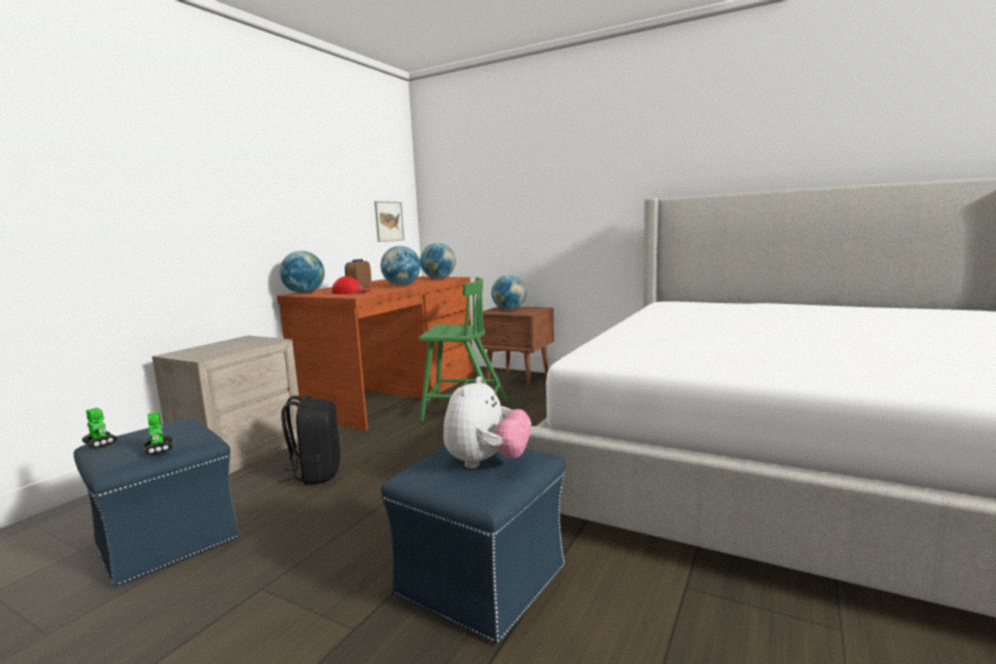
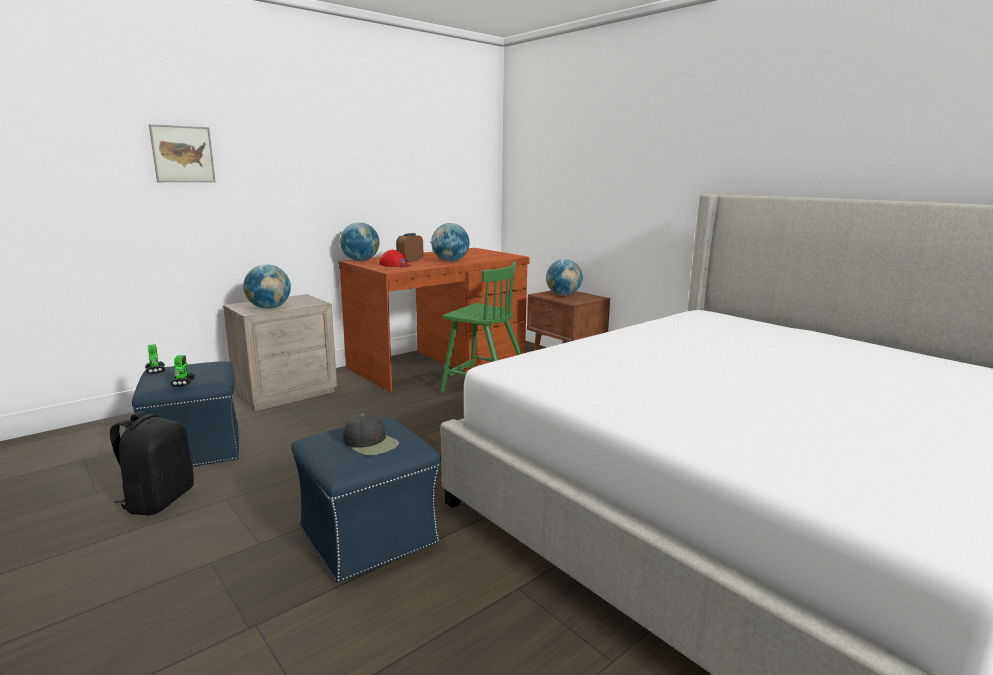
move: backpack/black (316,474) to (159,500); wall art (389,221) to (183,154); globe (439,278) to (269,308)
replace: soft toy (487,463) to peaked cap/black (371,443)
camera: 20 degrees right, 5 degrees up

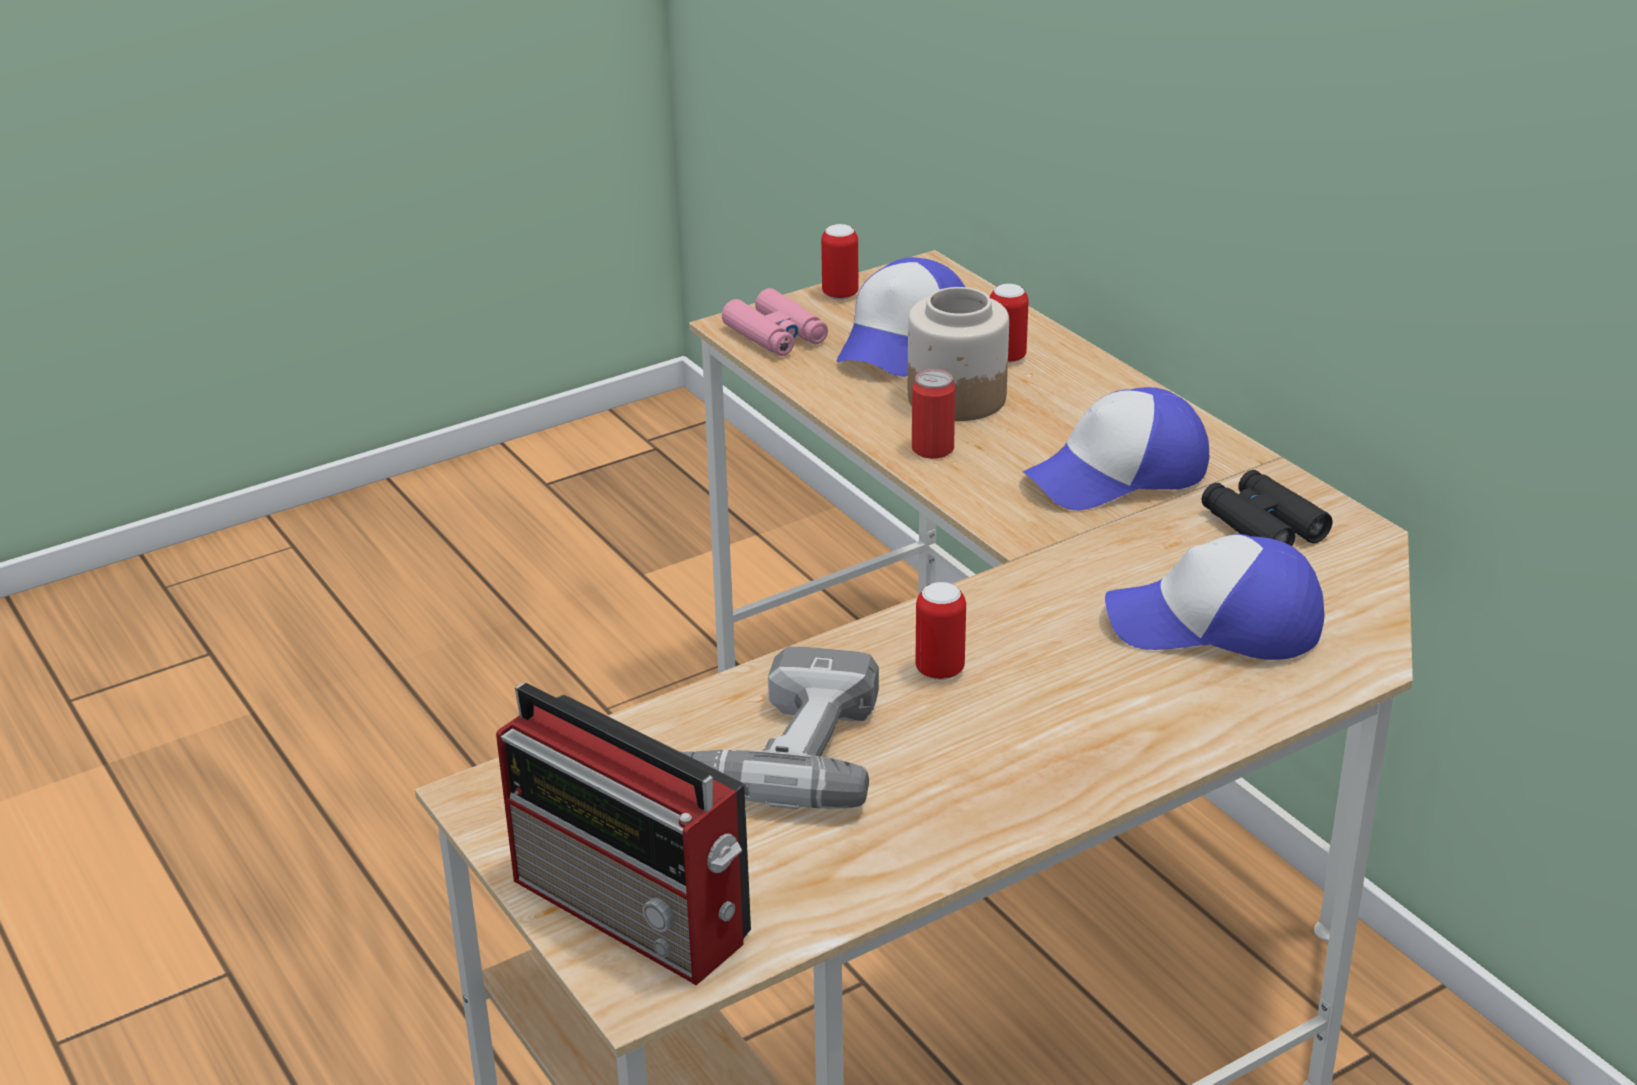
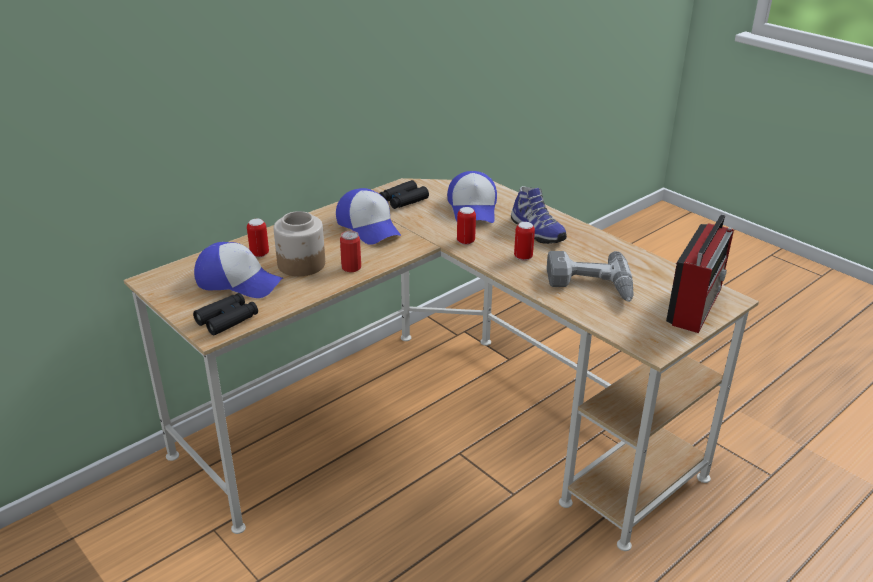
insert: item of footwear (535,231)
move: metal can (840,294) to (465,241)
recolor: pair of binoculars/pink-coloured (776,335) to pair of binoculars/black (227,319)
camera: 100 degrees left, 0 degrees up

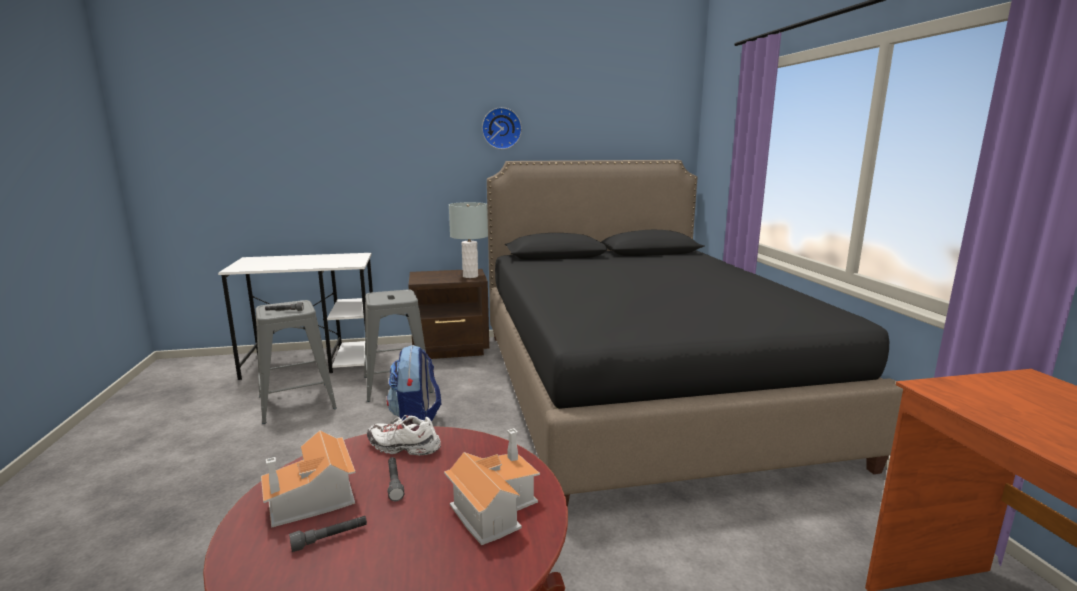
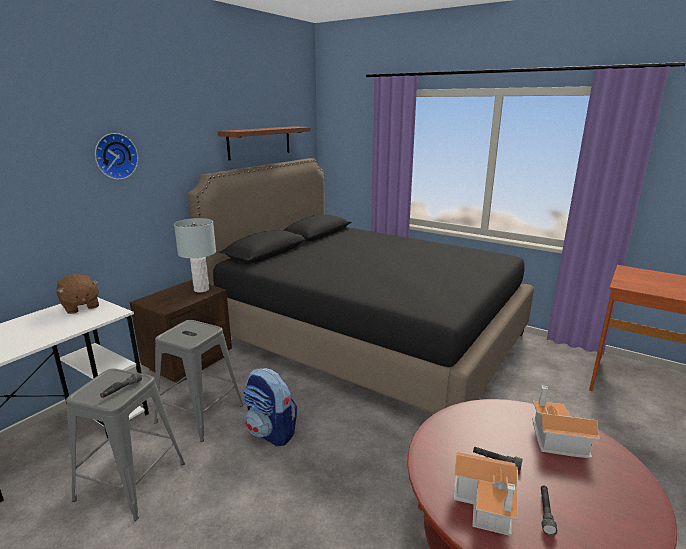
delete: item of footwear/white (403,447)
insert: soft toy/brown-coloured (80,306); shelf/brown-coloured (259,142)
move: wall clock (501,128) to (115,156)
camera: 45 degrees left, 5 degrees up

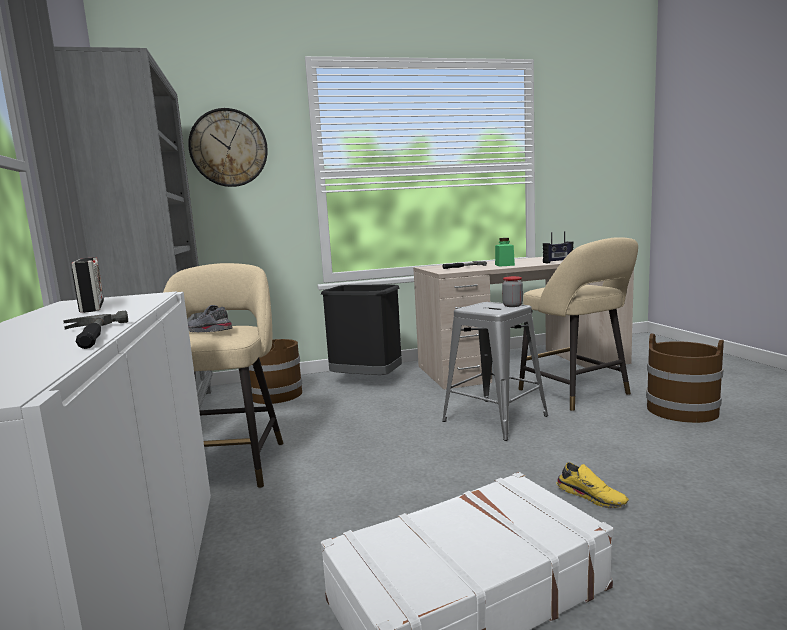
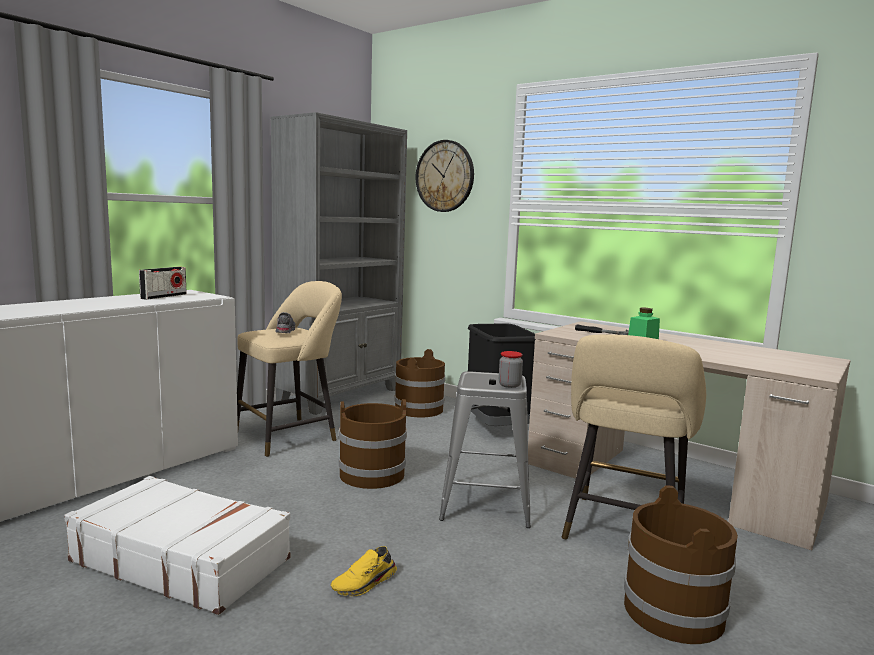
delete: tool hammer (91,336); radio set (558,262)
insert: water bucket/brown-coloured (372,474)
rotate: item of footwear/yellow-coloured (592,496) = (365,584) 45 degrees clockwise
camera: 50 degrees right, 0 degrees up

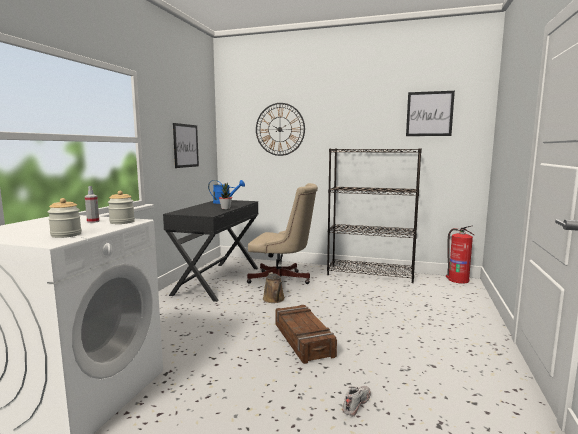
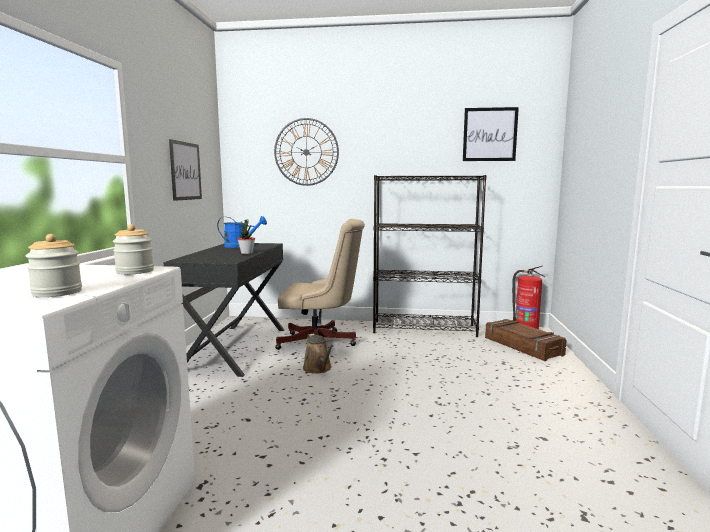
delete: spray bottle (93,221); item of footwear/white (356,403)
move: packing crate (304,339) to (523,346)
camera: 10 degrees left, 0 degrees up

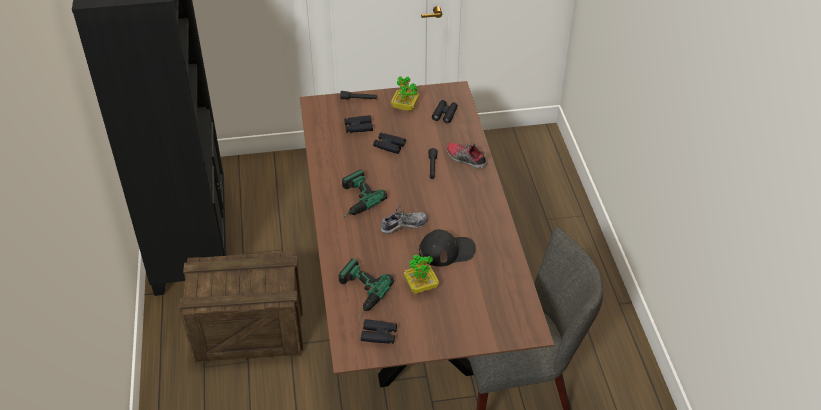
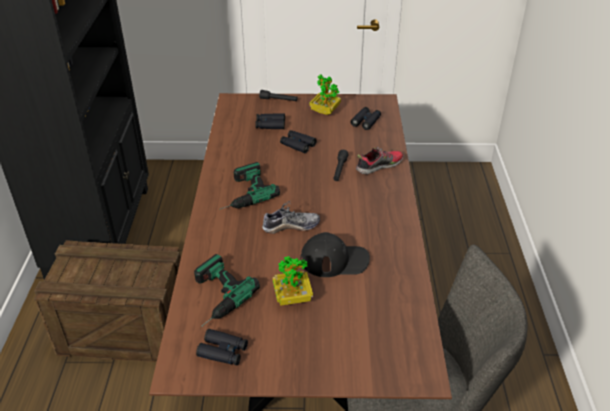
rotate: item of footwear (465,159) = (379,166) 105 degrees clockwise
camera: 10 degrees right, 5 degrees down

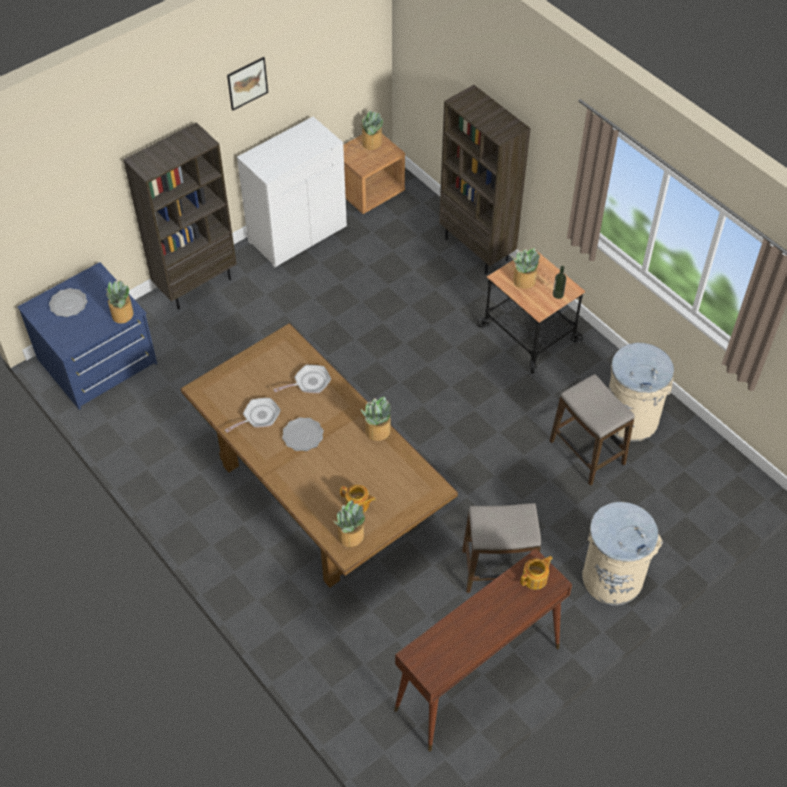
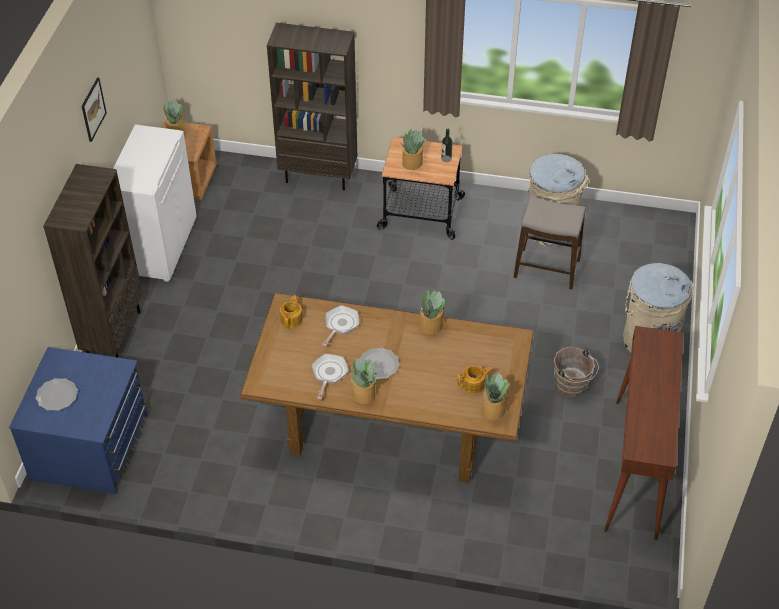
move: houseplant (122,315) to (363,394); teapot (535,578) to (292,320)
replace: stool seat (498,570) to water bucket/brown-coloured (572,386)
camera: 40 degrees left, 5 degrees down

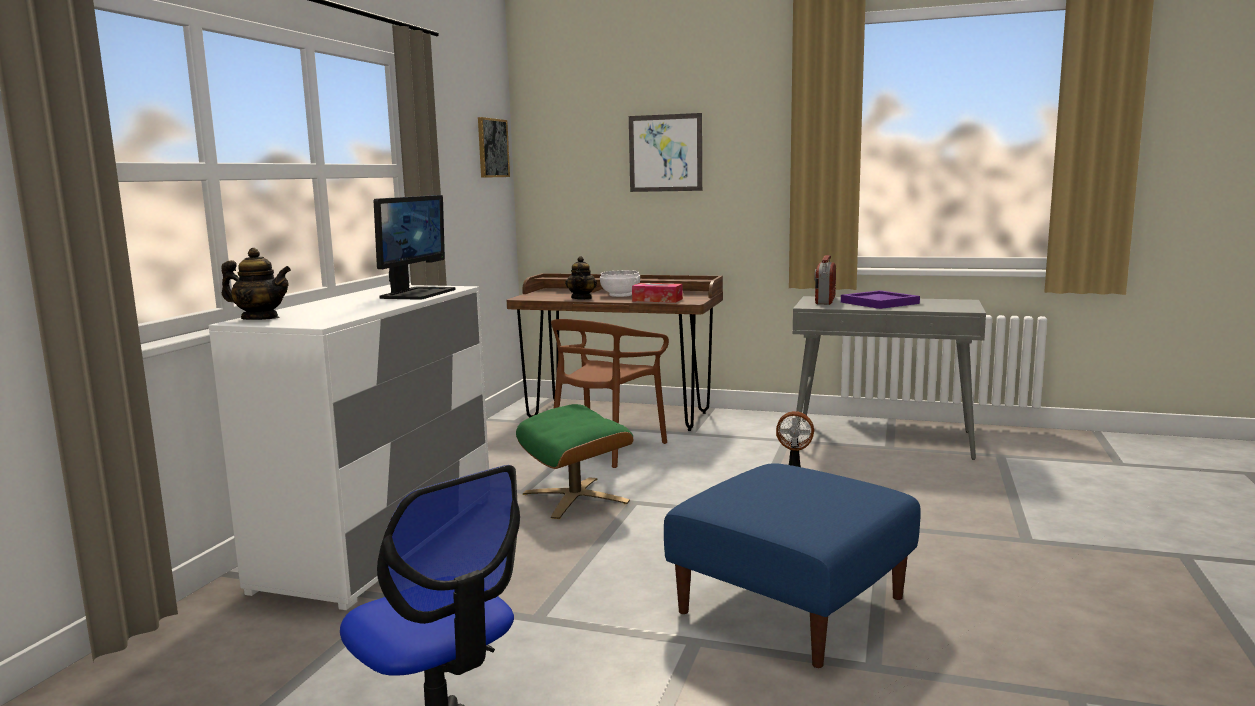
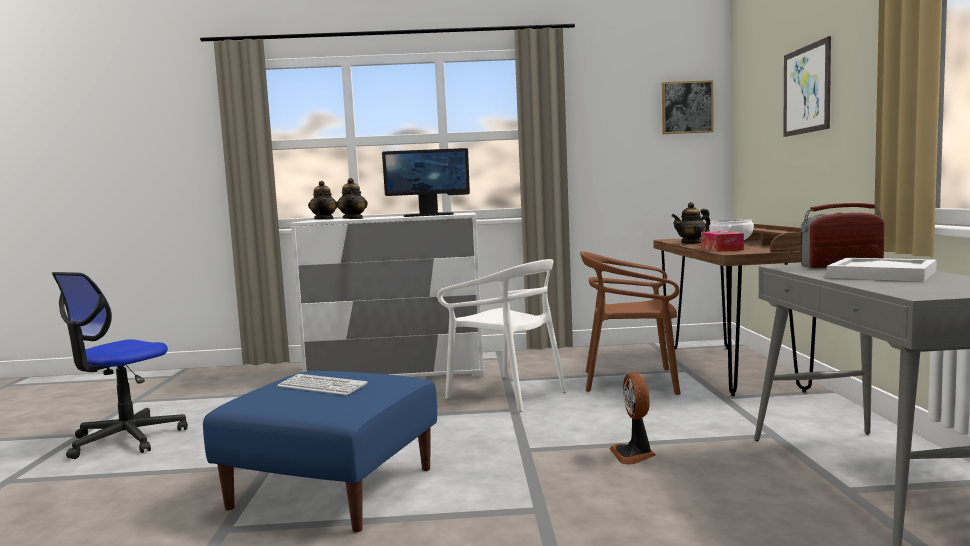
insert: computer keyboard (322,386); teapot (353,219)
replace: ottoman/green-coloured (576,497) to plain chair/white (507,394)
recolor: serving tray/purple-coloured (878,303) to serving tray/white (880,274)
camera: 70 degrees right, 5 degrees down

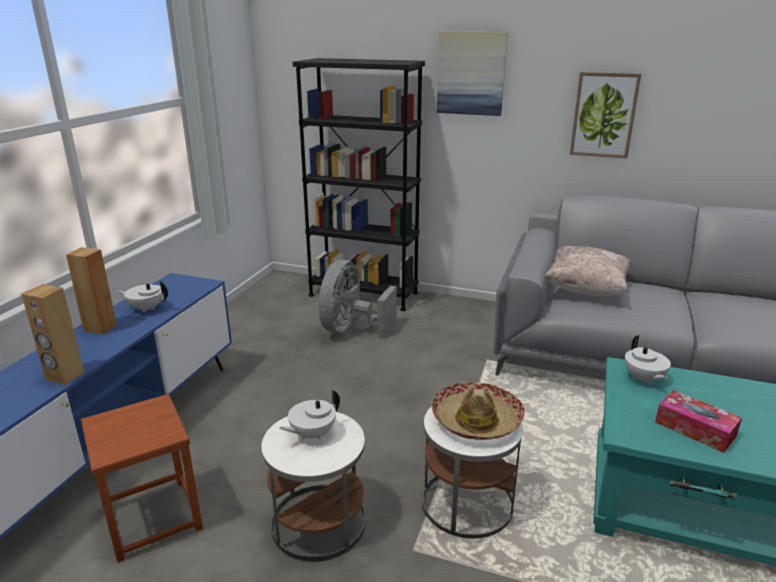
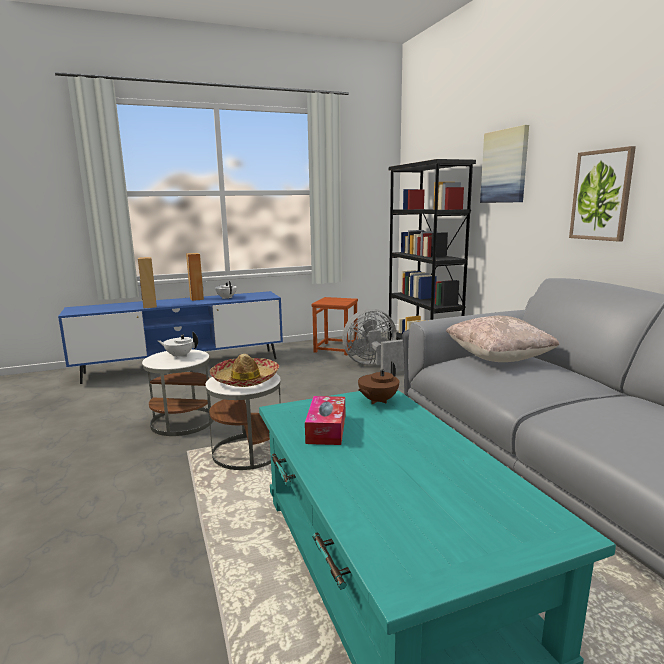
move: stool seat/brown-coloured (154,518) to (336,349)
recolor: teapot/white (643,379) to teapot/brown-coloured (377,401)
camera: 50 degrees right, 10 degrees down

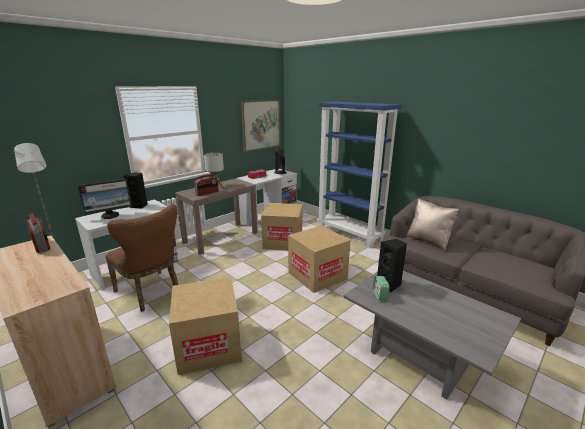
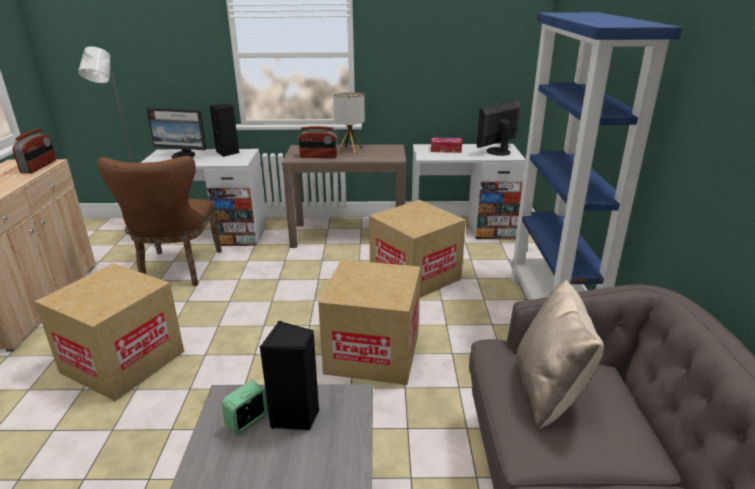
delete: wall art (261,125)
camera: 45 degrees right, 5 degrees up

